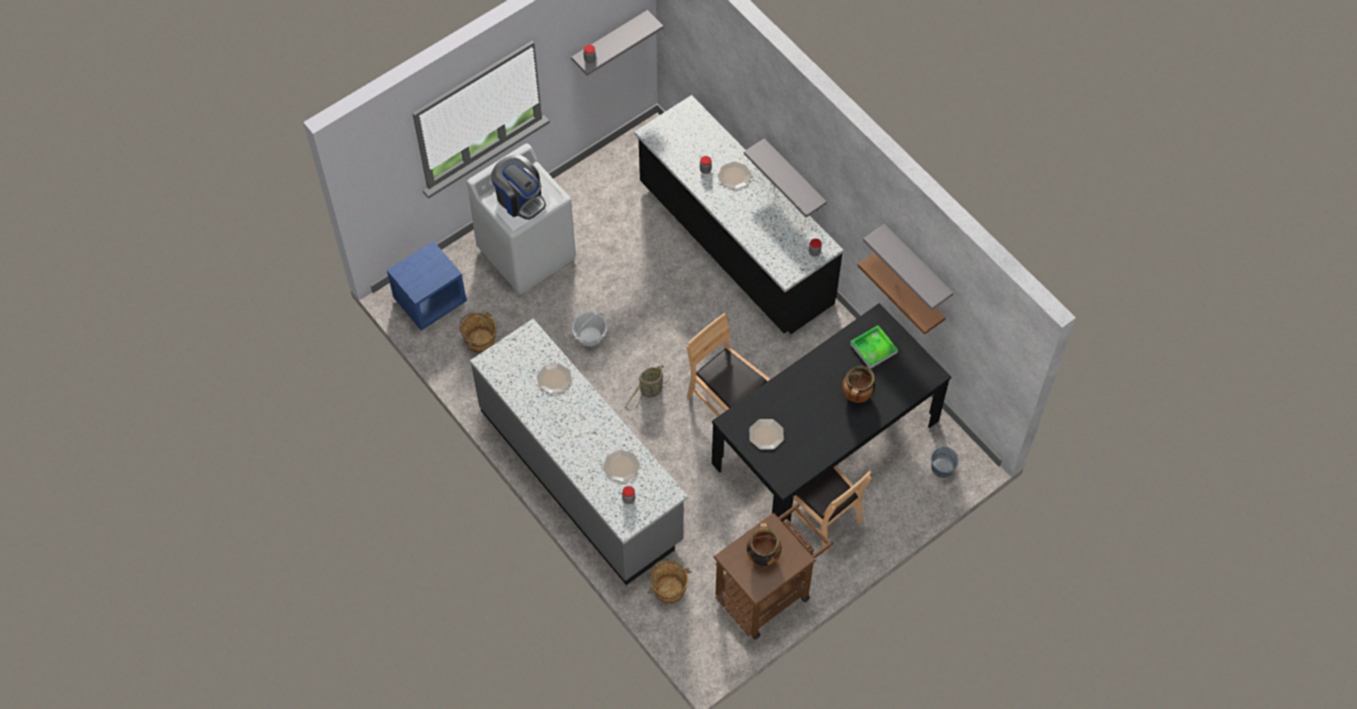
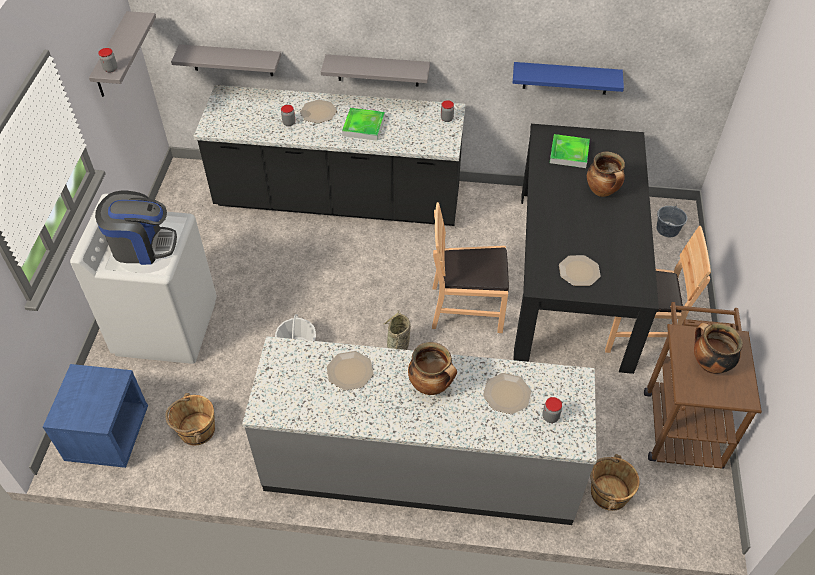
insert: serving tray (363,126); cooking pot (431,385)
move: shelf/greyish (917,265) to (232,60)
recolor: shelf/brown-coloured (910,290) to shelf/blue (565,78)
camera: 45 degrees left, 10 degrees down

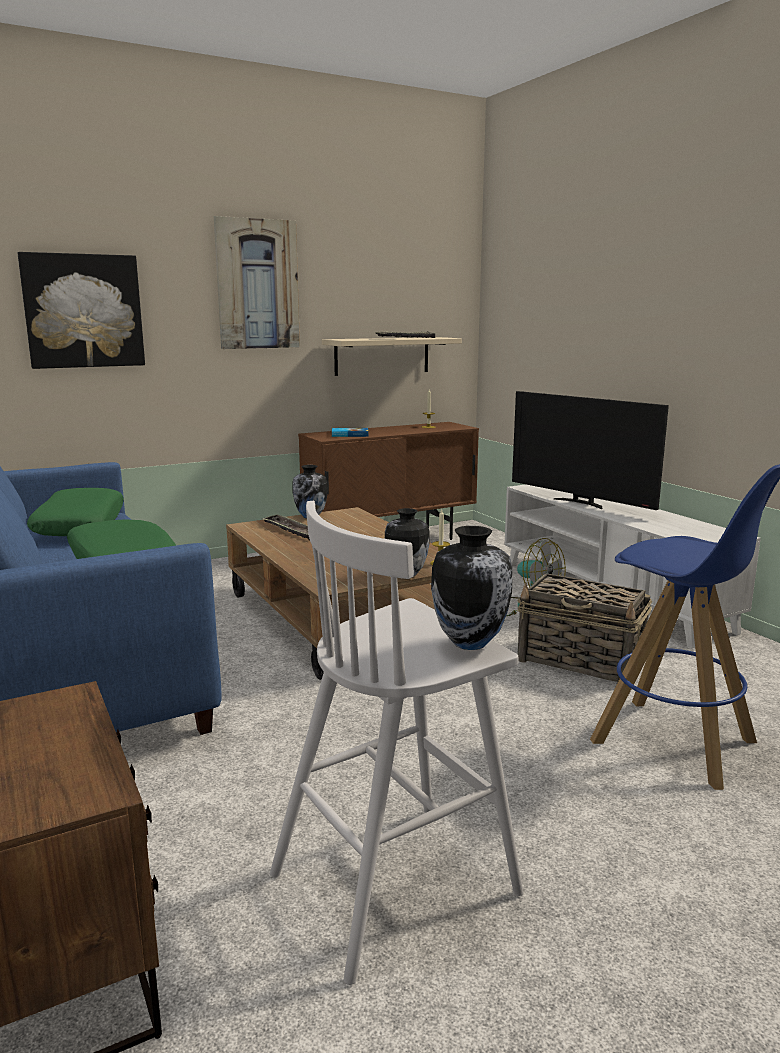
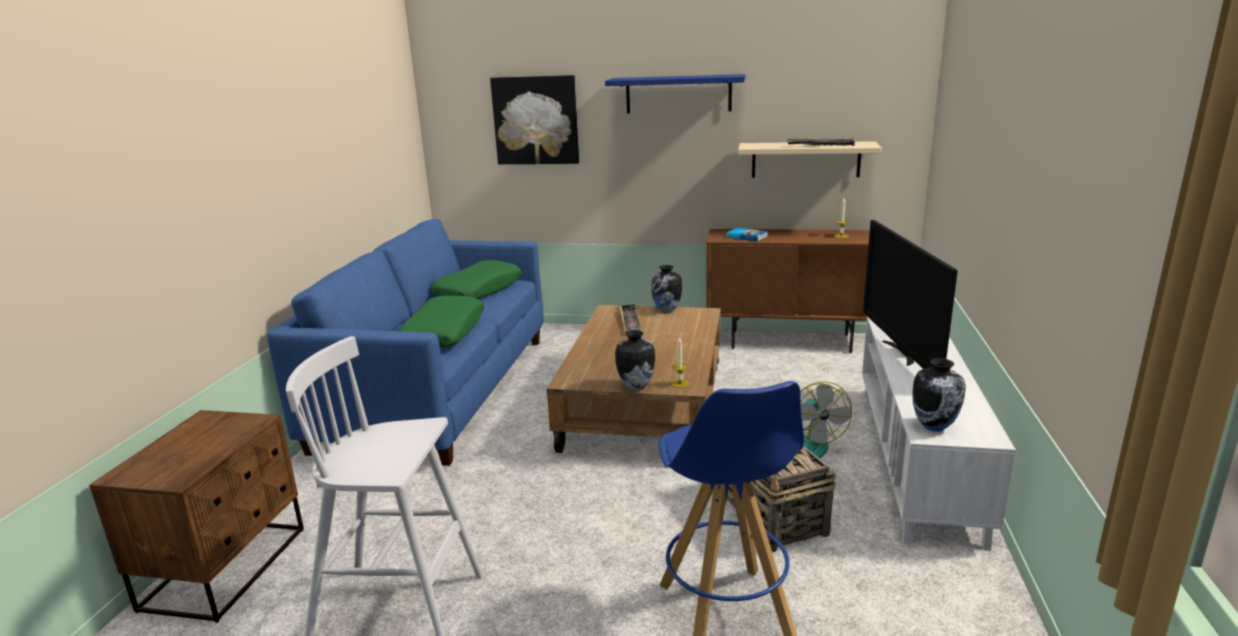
move: vase (470,642) to (934,426)
replace: wall art (257,284) to shelf/blue (678,94)
camera: 40 degrees right, 5 degrees up

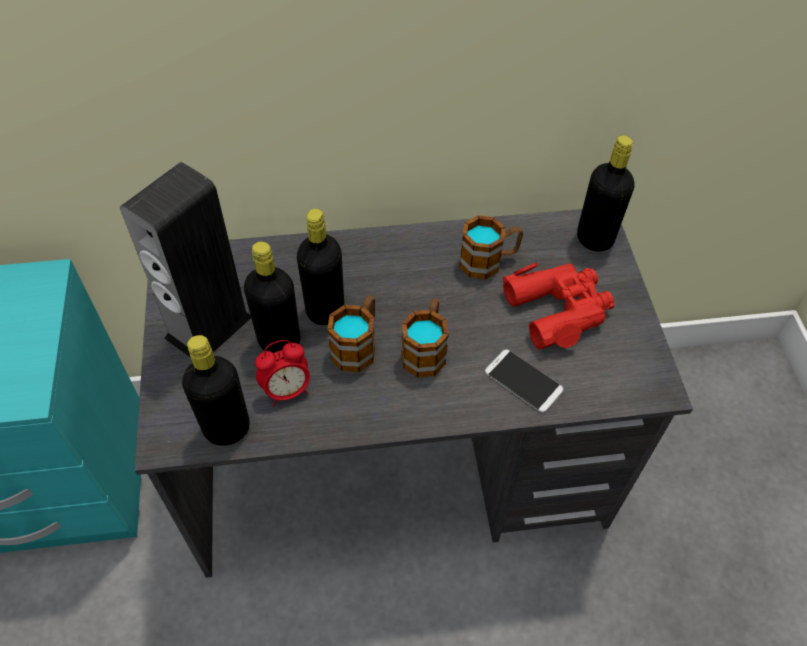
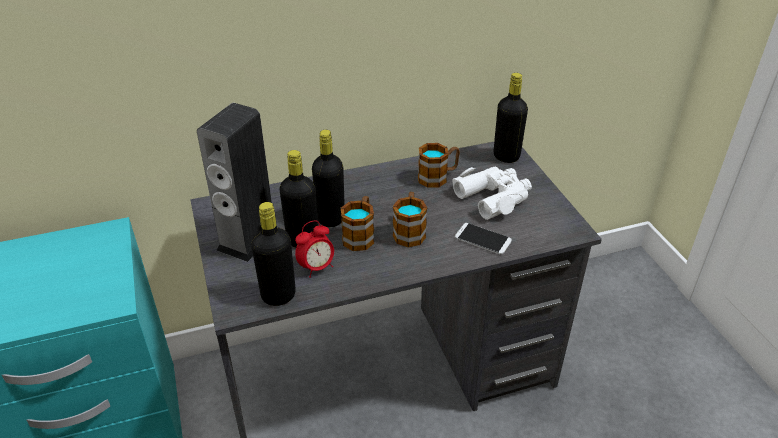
recolor: pair of binoculars/red (558,309) to pair of binoculars/white (494,197)
camera: 10 degrees left, 15 degrees down

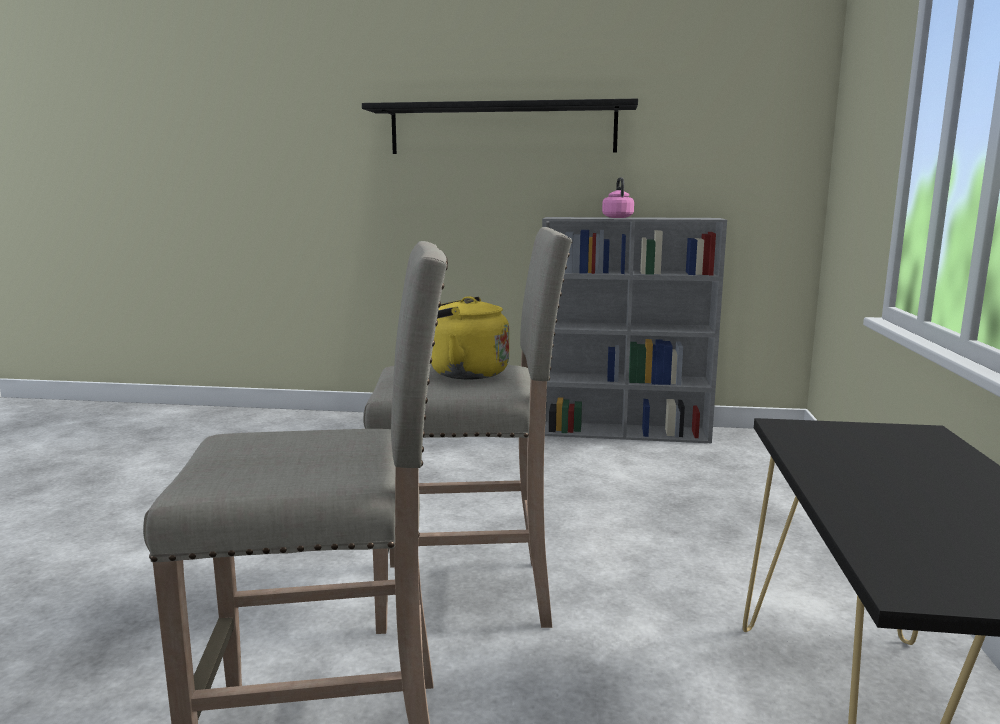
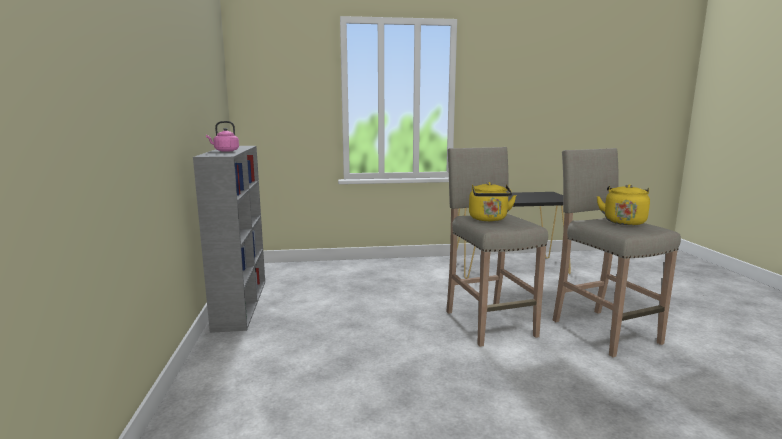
delete: shelf/black (502,129)
insert: tea kettle/yellow-coloured (623,221)
camera: 105 degrees left, 0 degrees up

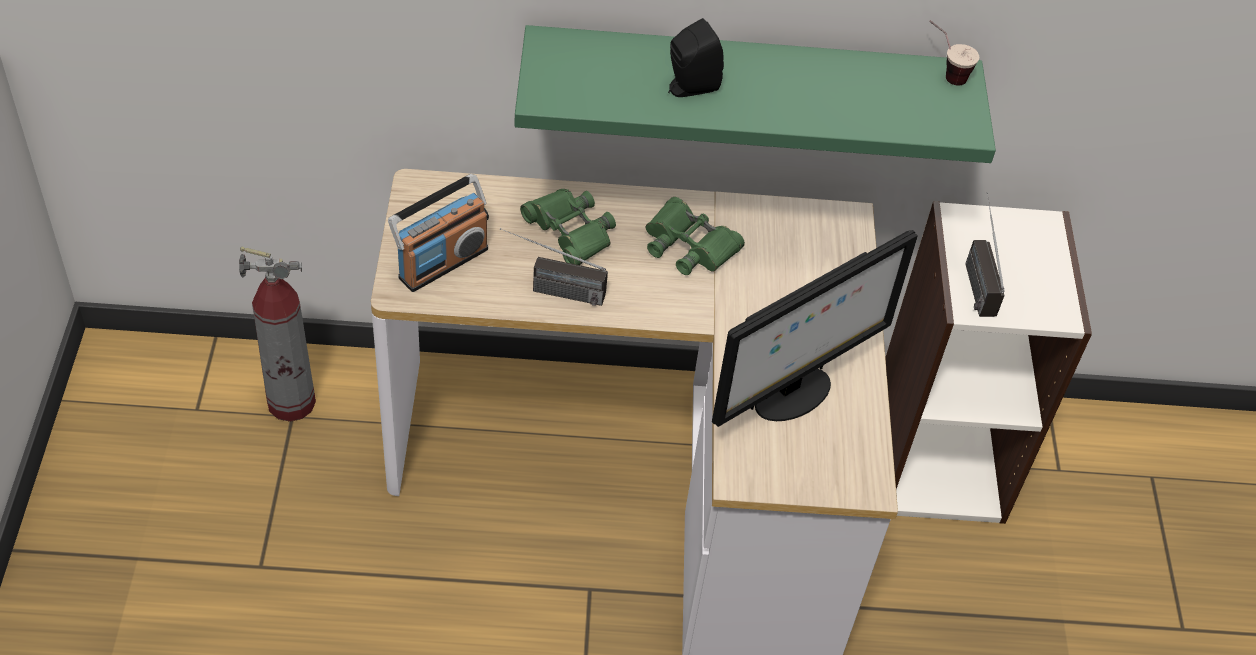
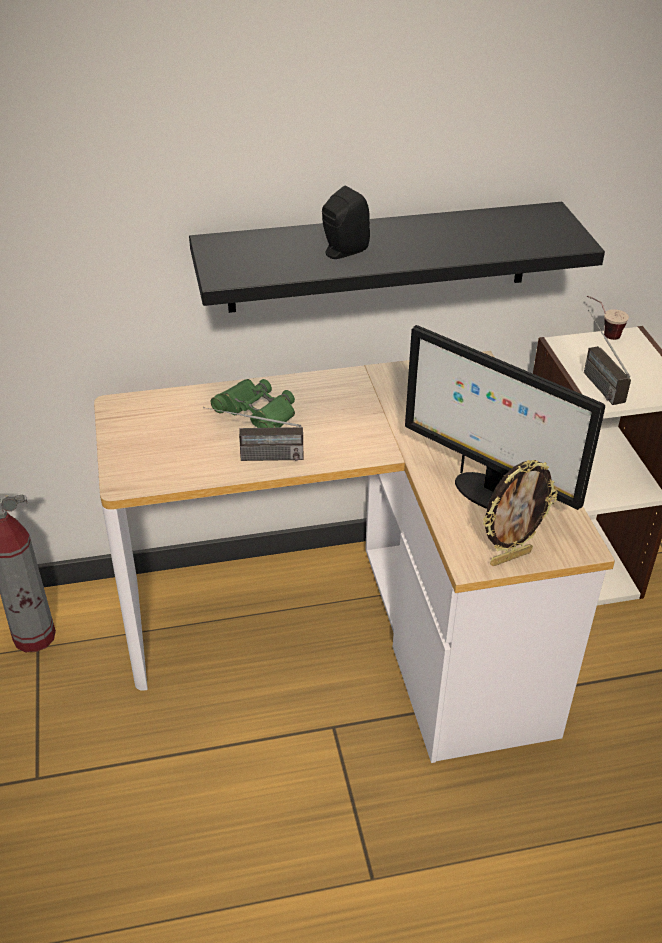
delete: radio set (442,262); pair of binoculars/green-coloured (689,245)
insert: picture frame (510,557)
move: cup (944,73) to (602,334)
recolor: shelf/green-coloured (748,82) to shelf/black (379,257)
rotate: computer display (792,396) = (488,493) 90 degrees clockwise
camera: 10 degrees left, 10 degrees down

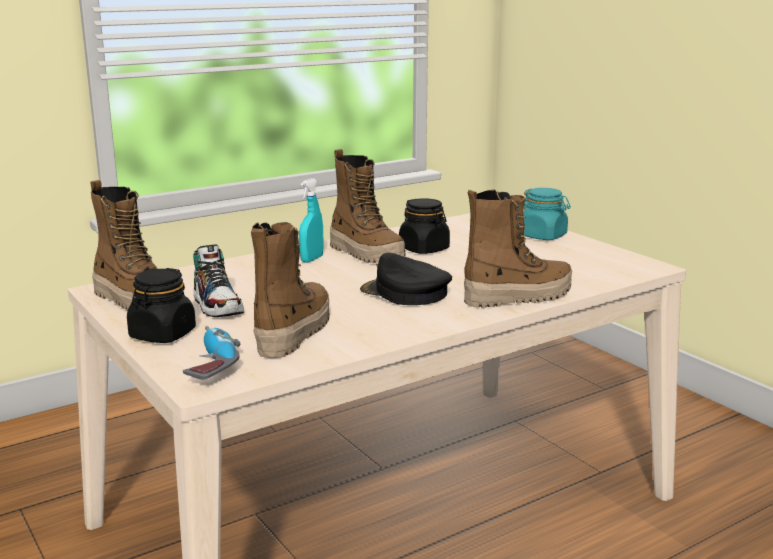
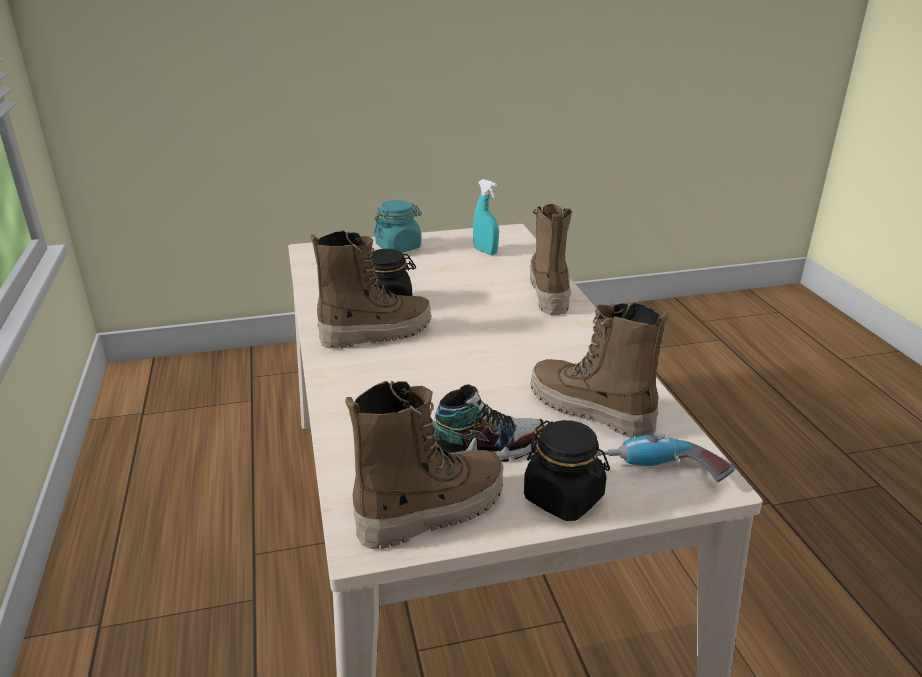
delete: peaked cap/black (405,293)
move: spray bottle/turquoise (311,259) to (485,251)
camera: 70 degrees left, 10 degrees up

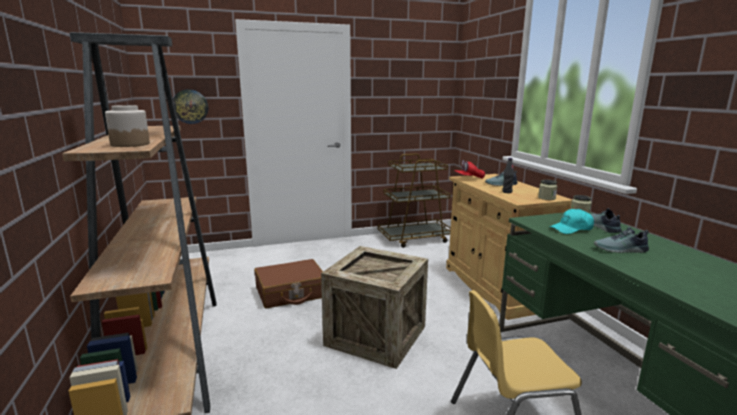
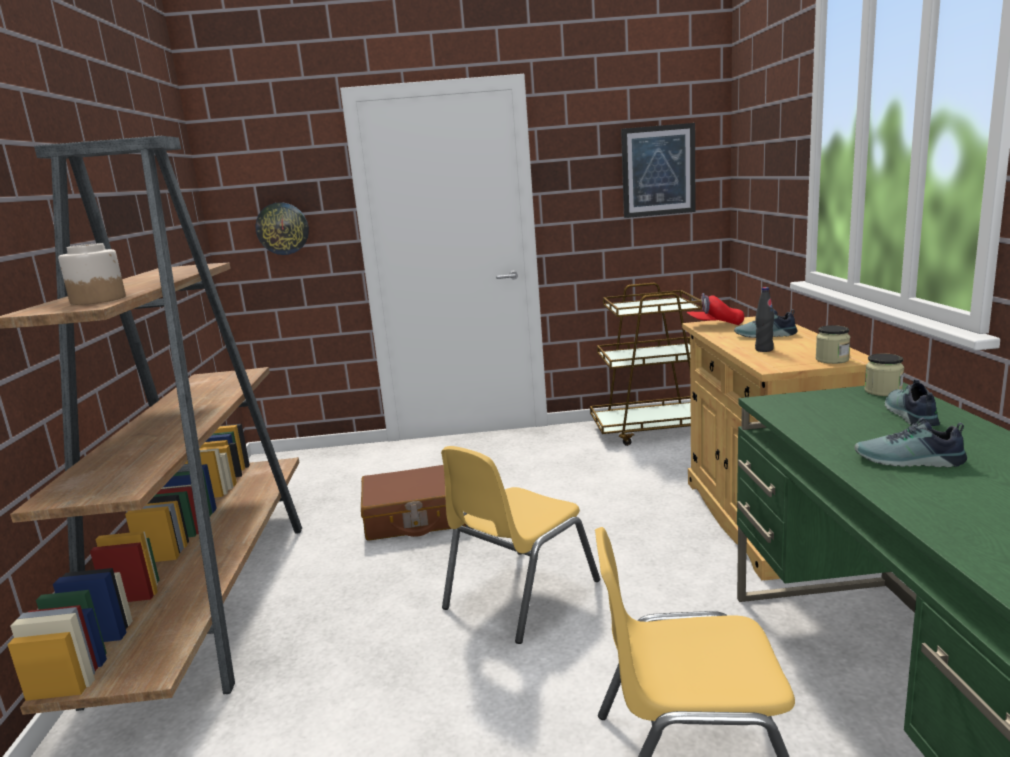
delete: peaked cap/turquoise (571,229)
insert: wall art (658,171)
replace: packing crate (376,335) to plain chair/yellow-coloured (519,594)
camera: 15 degrees right, 0 degrees up

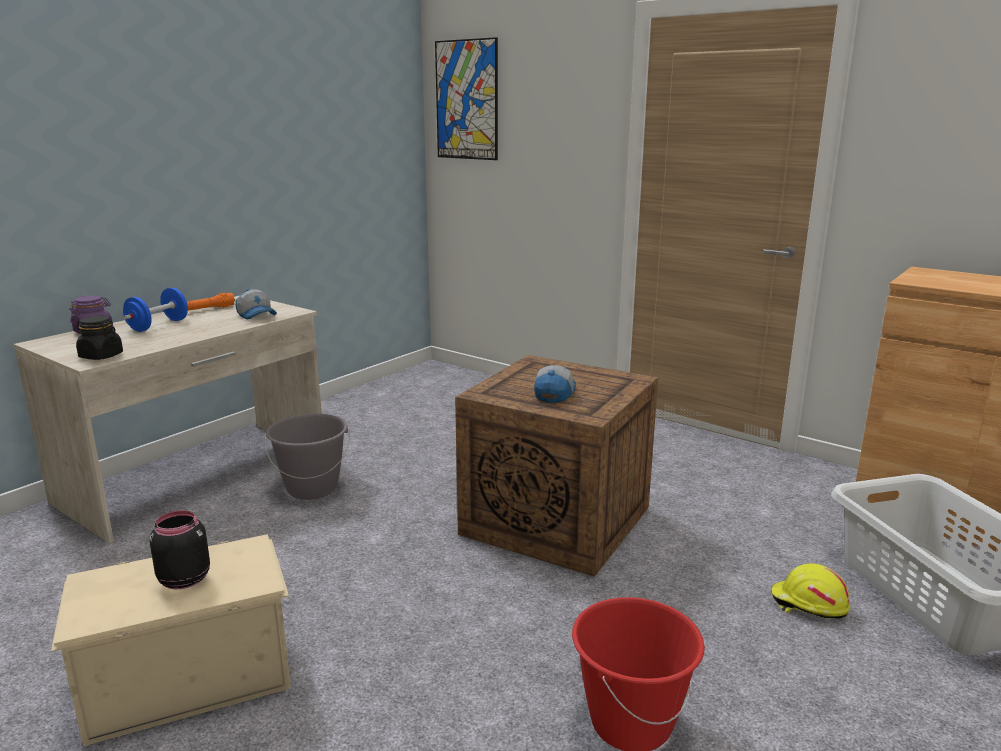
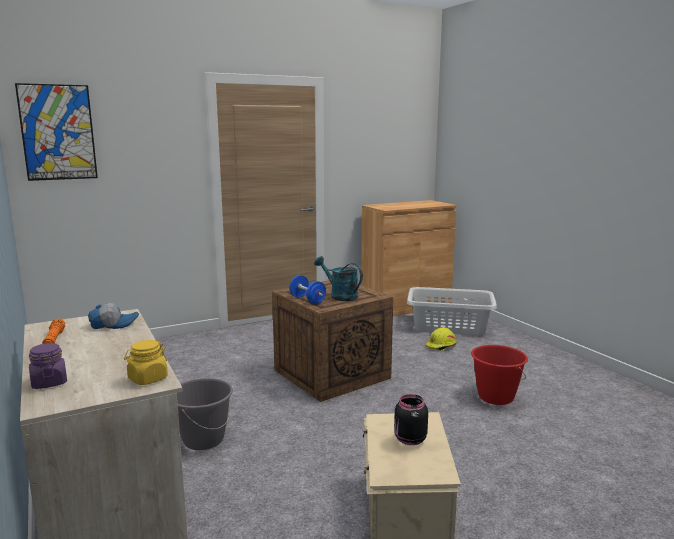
move: dumbbell/blue (158,325) to (307,300)
replace: peaked cap (554,393) to sprinkling can/turquoise (340,296)
recolor: storage jar/black (101,356) to storage jar/yellow-coloured (147,379)
camera: 65 degrees left, 5 degrees down

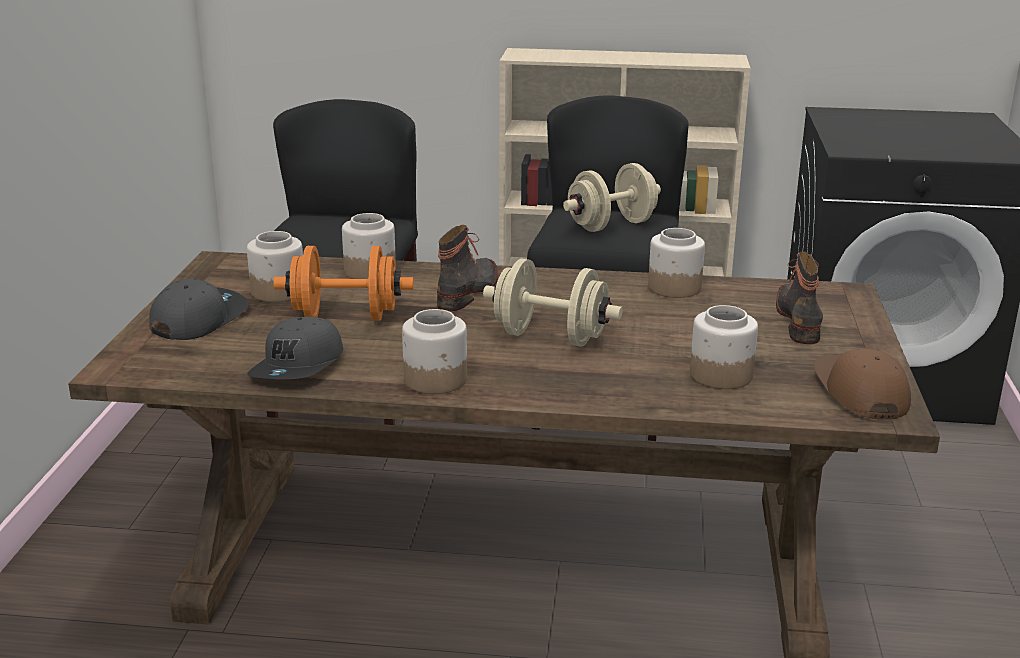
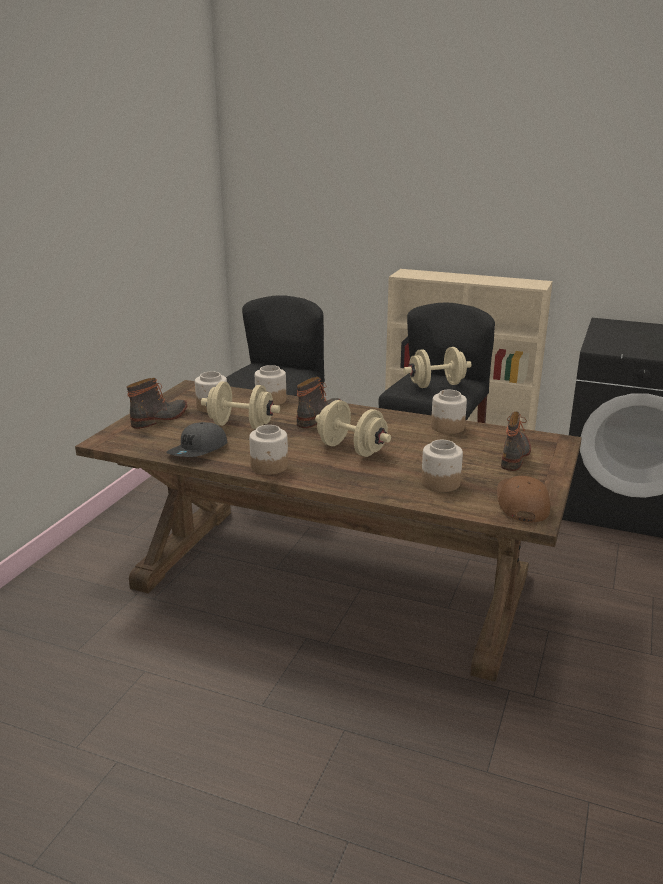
replace: peaked cap/greyish (198,319) to high-top boot (160,418)
recolor: dumbbell/orangey (345,317) to dumbbell/beige (241,425)
camera: 15 degrees right, 0 degrees up

